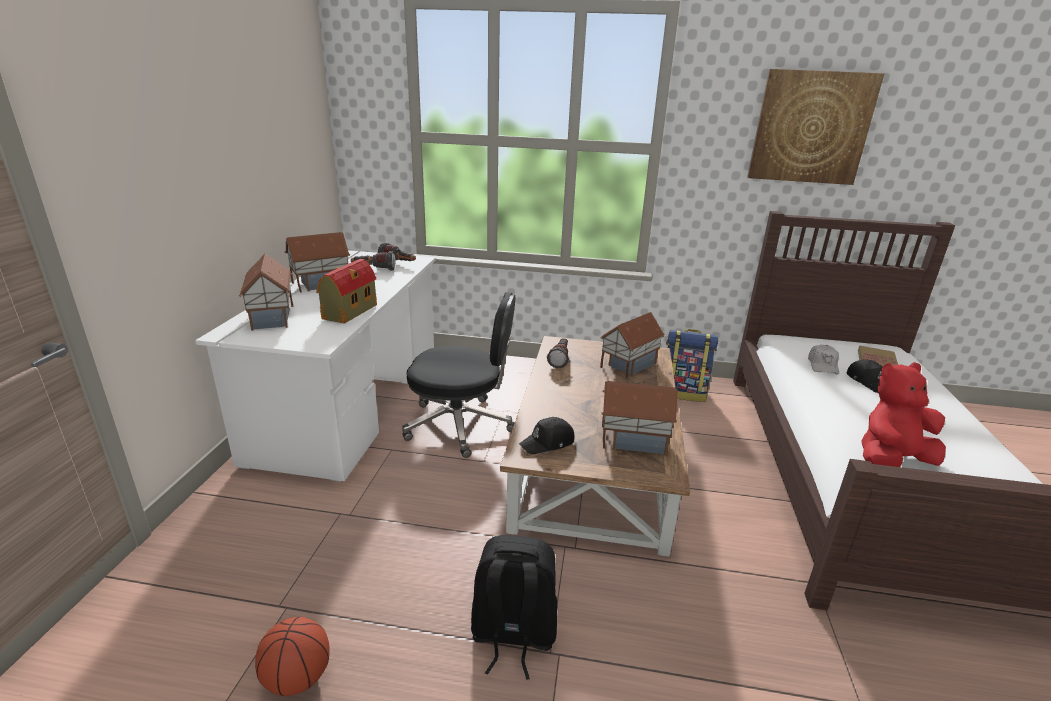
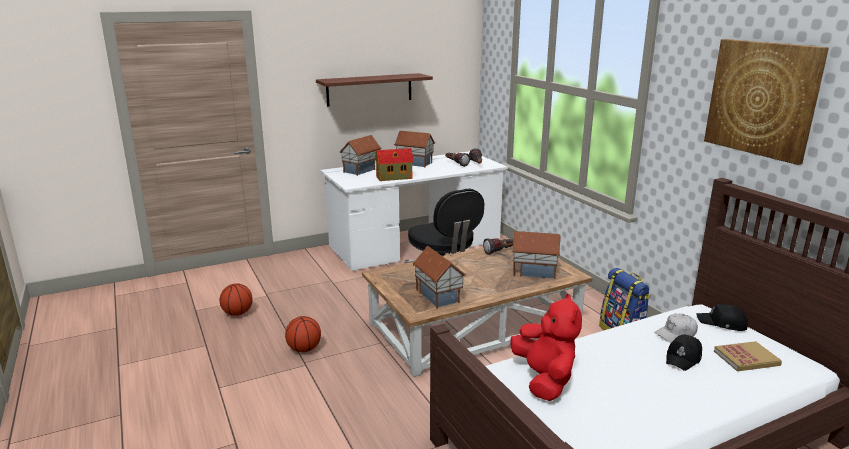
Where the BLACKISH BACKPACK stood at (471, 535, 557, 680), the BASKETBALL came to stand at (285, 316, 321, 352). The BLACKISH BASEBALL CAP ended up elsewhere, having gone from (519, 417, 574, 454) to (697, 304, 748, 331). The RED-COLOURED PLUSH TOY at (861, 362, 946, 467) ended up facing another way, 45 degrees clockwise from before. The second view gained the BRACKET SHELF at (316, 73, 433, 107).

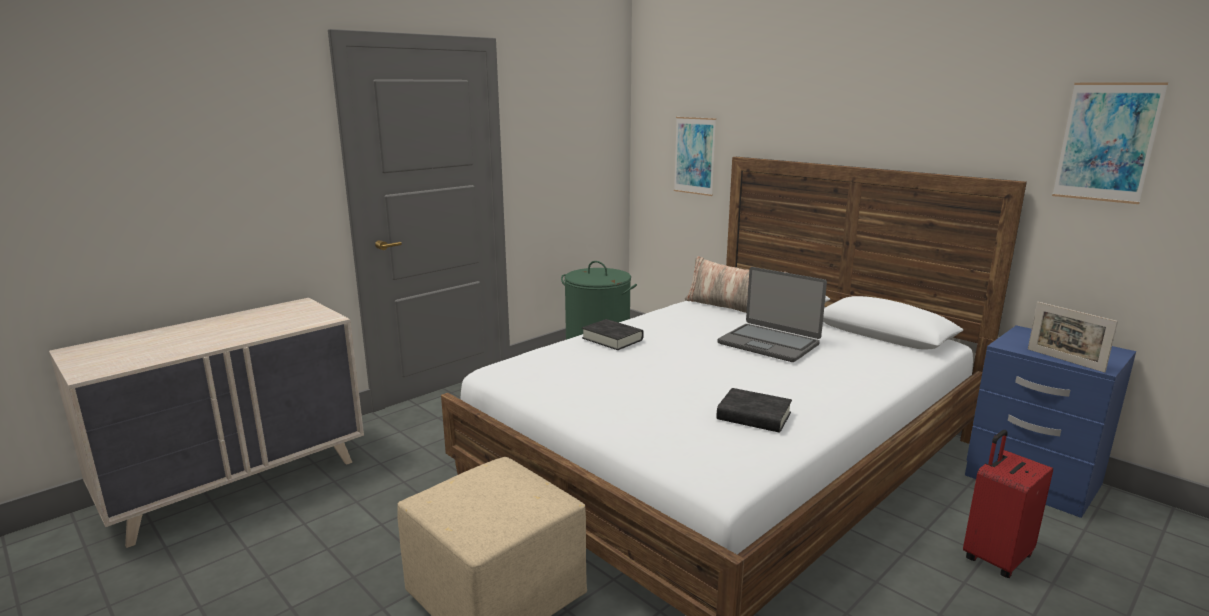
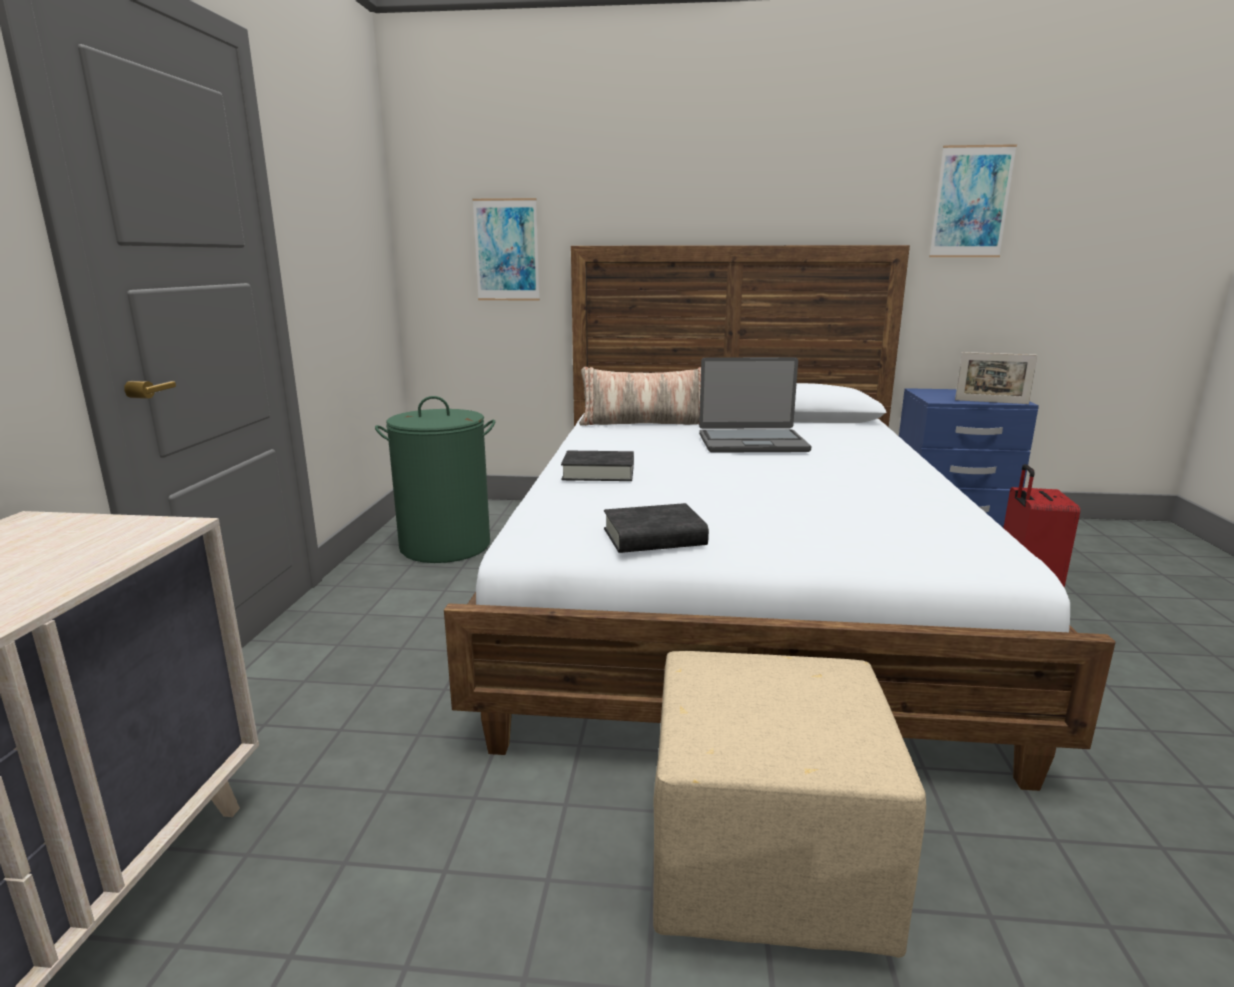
The BLACKISH BOUND BOOK ended up elsewhere, having gone from (717, 388, 792, 433) to (604, 503, 709, 553).

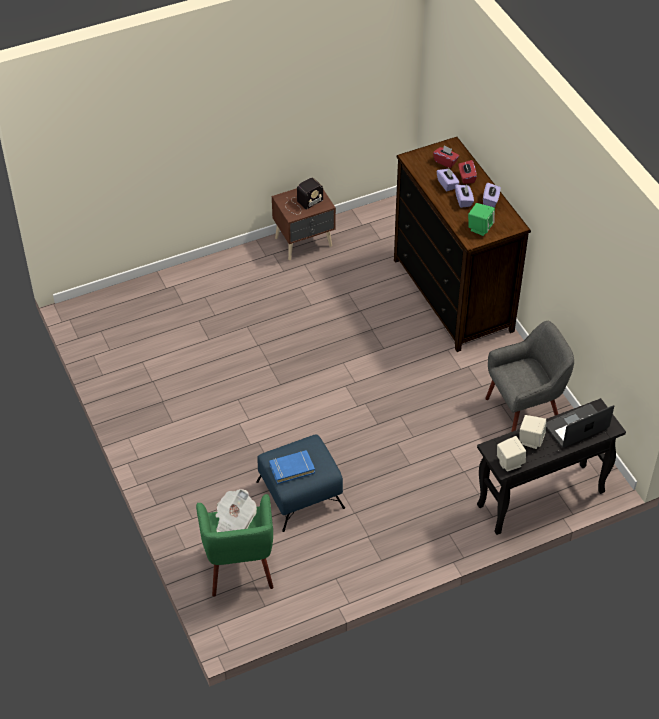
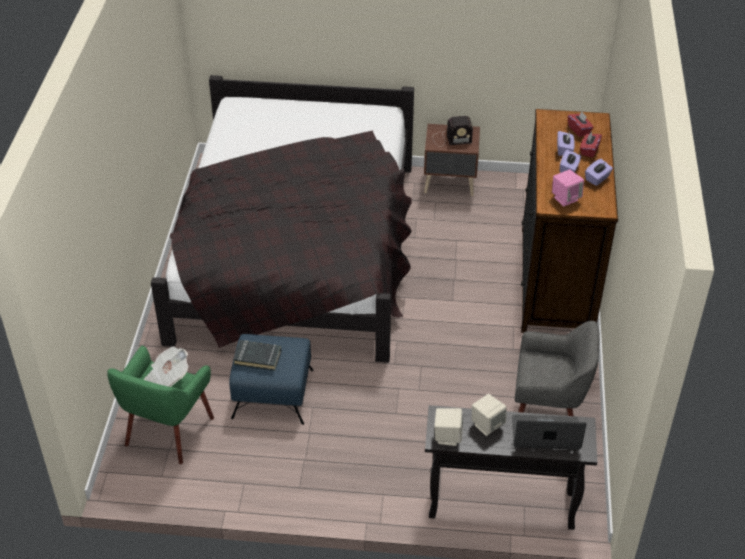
What was the BLUISH BOUND BOOK at (269, 450, 315, 484) turned into the BLACKISH BOUND BOOK at (233, 340, 282, 371). What was the GREENISH LOUDSPEAKER at (468, 203, 495, 236) turned into the PINKISH LOUDSPEAKER at (552, 169, 584, 207). The second view gained the BLACKISH BED at (151, 75, 414, 363).

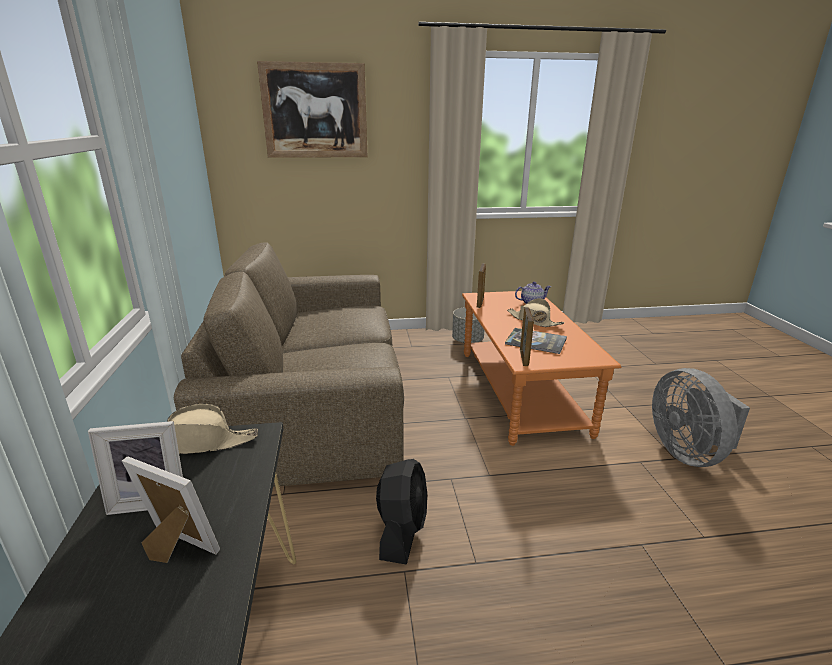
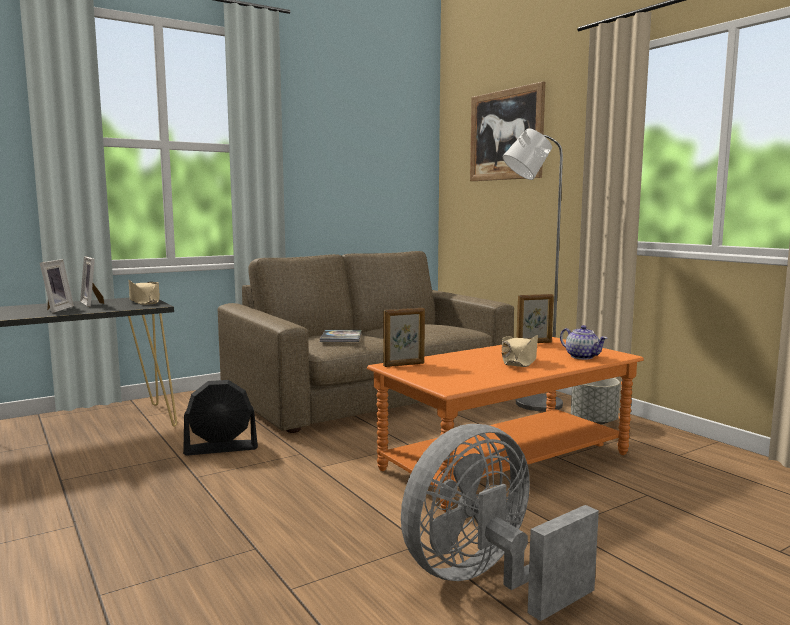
The BOUND BOOK ended up elsewhere, having gone from (505, 328, 567, 354) to (320, 330, 362, 342). The second view gained the GREY FLOOR LAMP at (503, 128, 563, 411).

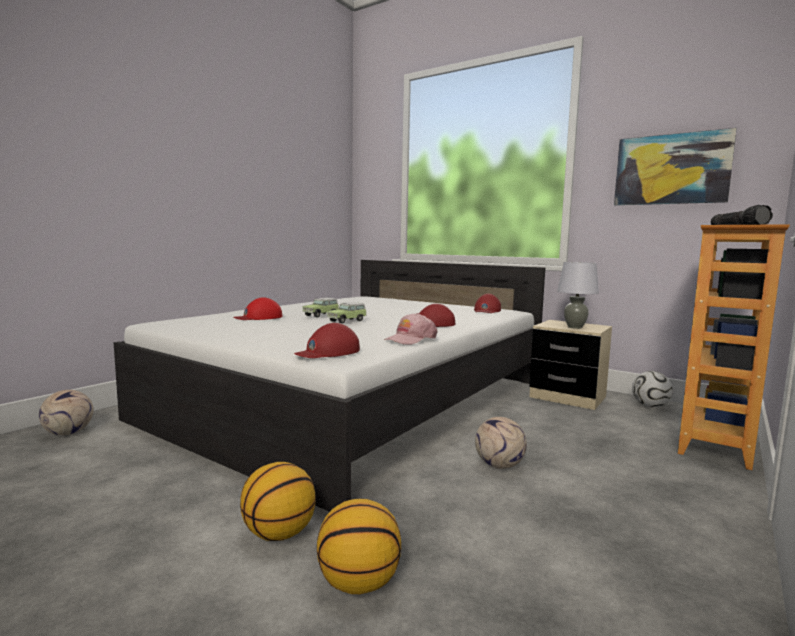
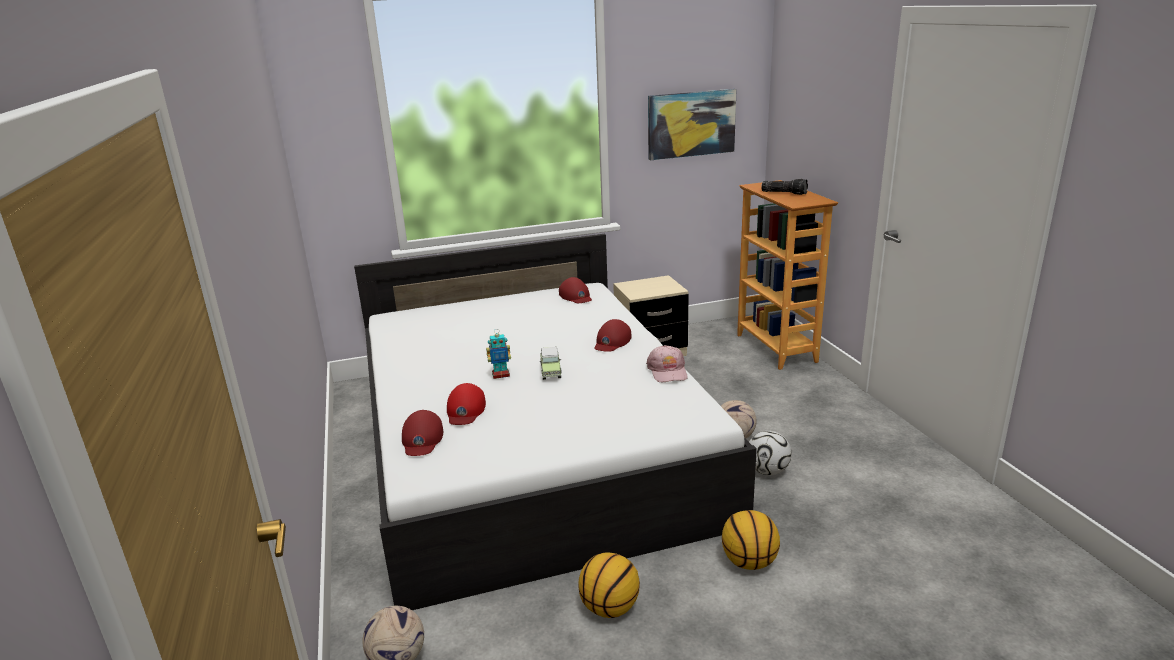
The RED-COLOURED BASEBALL CAP ended up elsewhere, having gone from (294, 323, 360, 358) to (402, 410, 443, 456). Where the MODEL CAR stood at (303, 298, 339, 317), the MODEL ROBOT came to stand at (486, 333, 511, 379). The BASKETBALL ended up elsewhere, having gone from (317, 499, 401, 594) to (578, 552, 640, 618). The second view lost the GREY TABLE LAMP at (557, 262, 599, 329). The FOOTBALL BALL ended up elsewhere, having gone from (632, 371, 673, 407) to (749, 431, 792, 475).

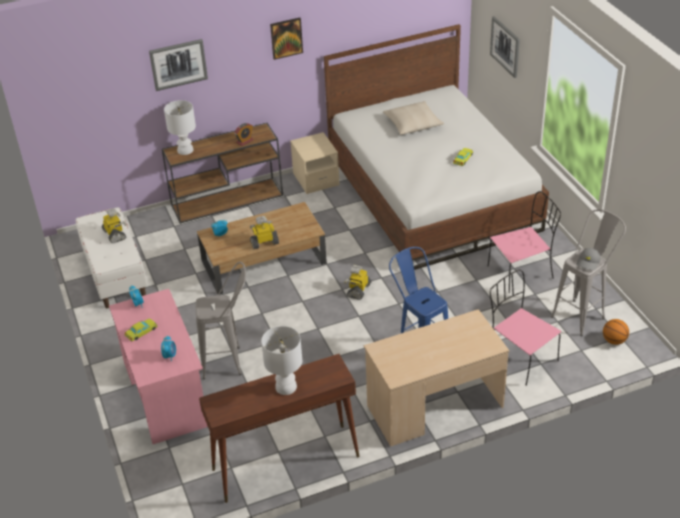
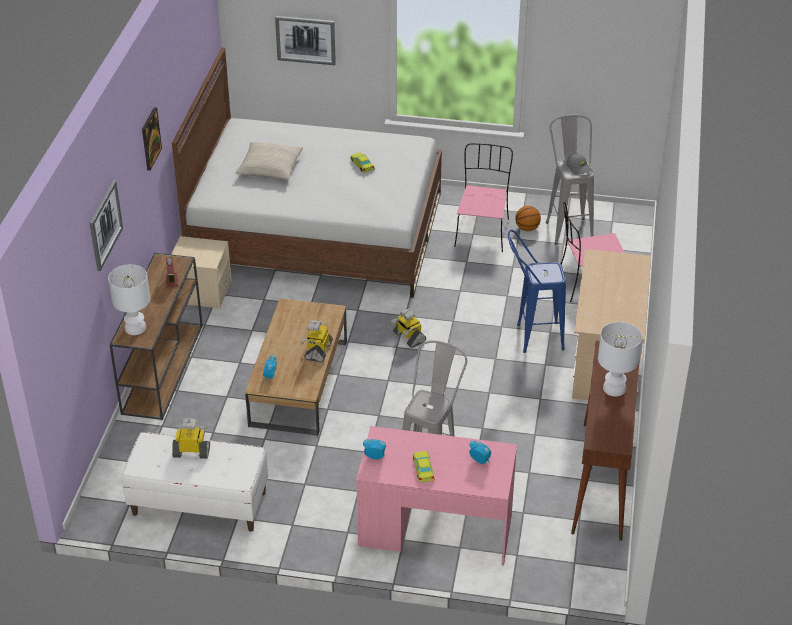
The BASKETBALL ended up elsewhere, having gone from (603, 319, 629, 345) to (515, 206, 541, 231).

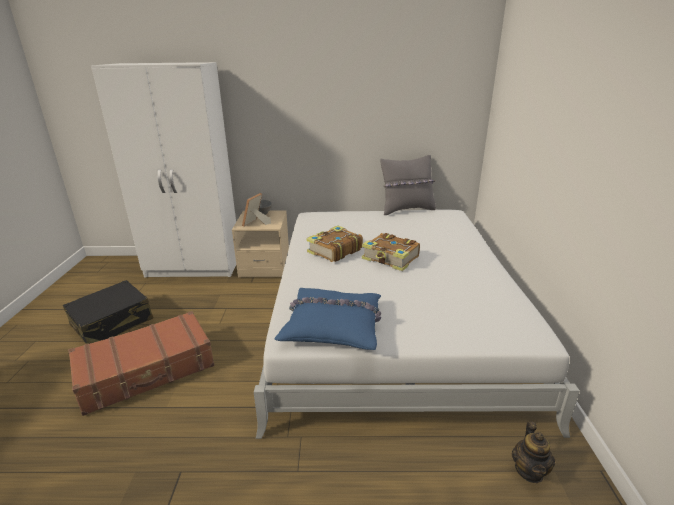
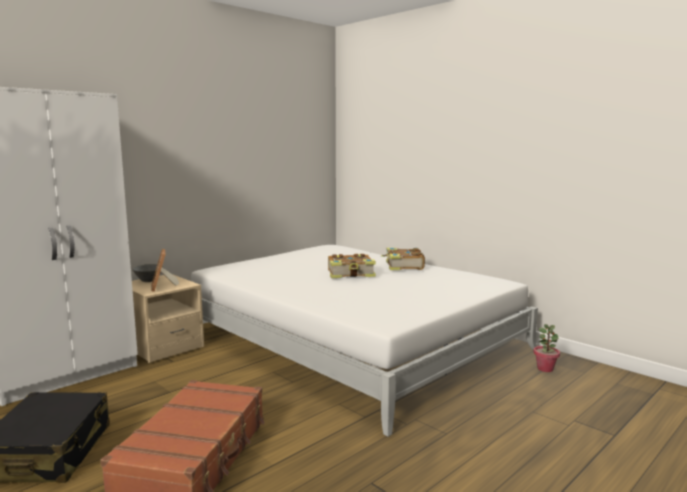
The second view lost the BLUISH THROW PILLOW at (274, 288, 381, 350). The BOUND BOOK ended up elsewhere, having gone from (306, 226, 363, 262) to (381, 248, 425, 270). The second view lost the GREY THROW PILLOW at (380, 155, 436, 215). Where the TEAPOT stood at (512, 421, 555, 483), the HOUSEPLANT came to stand at (534, 324, 560, 372).

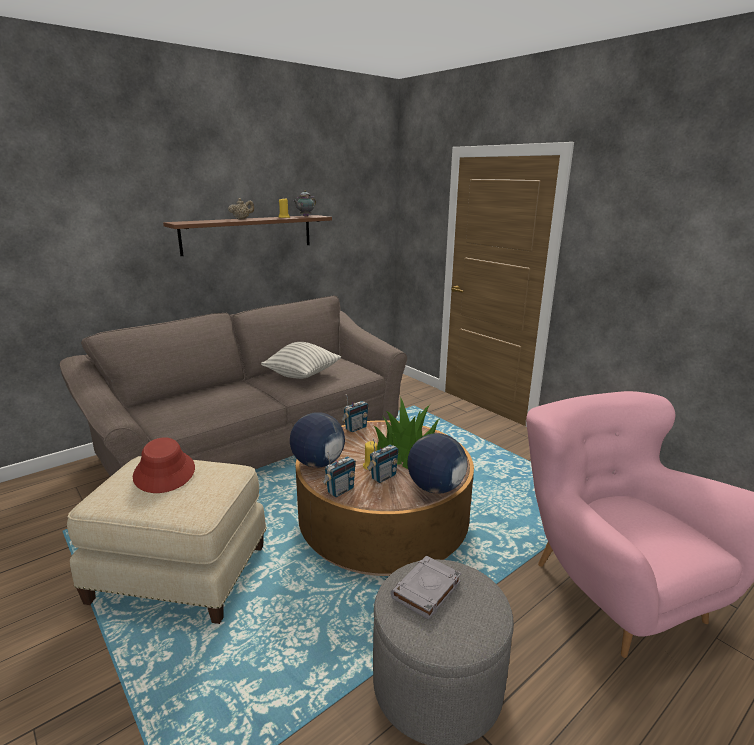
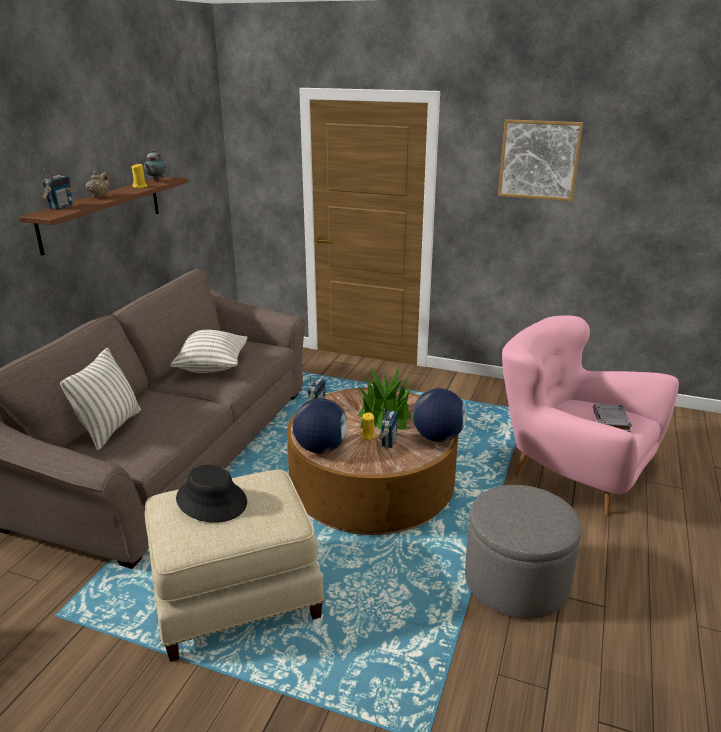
What was the RED-COLOURED WEARABLE HAT at (133, 437, 195, 493) turned into the BLACKISH WEARABLE HAT at (176, 464, 247, 523). The RADIO SET ended up elsewhere, having gone from (322, 451, 356, 497) to (41, 164, 73, 210). The GREY BOUND BOOK ended up elsewhere, having gone from (391, 556, 461, 620) to (593, 404, 632, 432). The second view gained the THROW PILLOW at (60, 348, 141, 450). The second view gained the PICTURE at (498, 119, 583, 201).

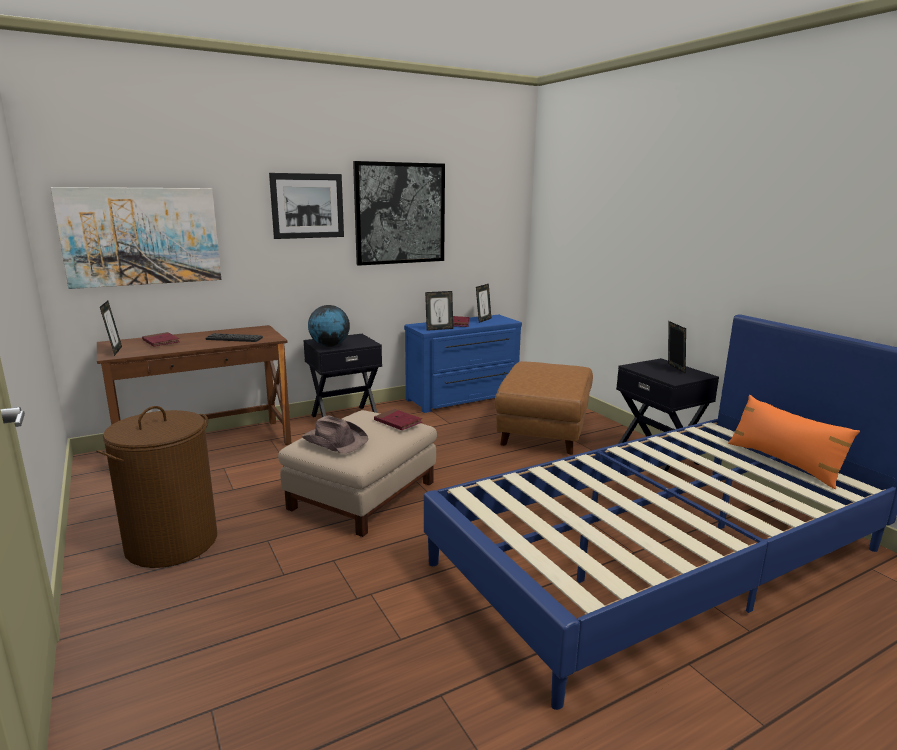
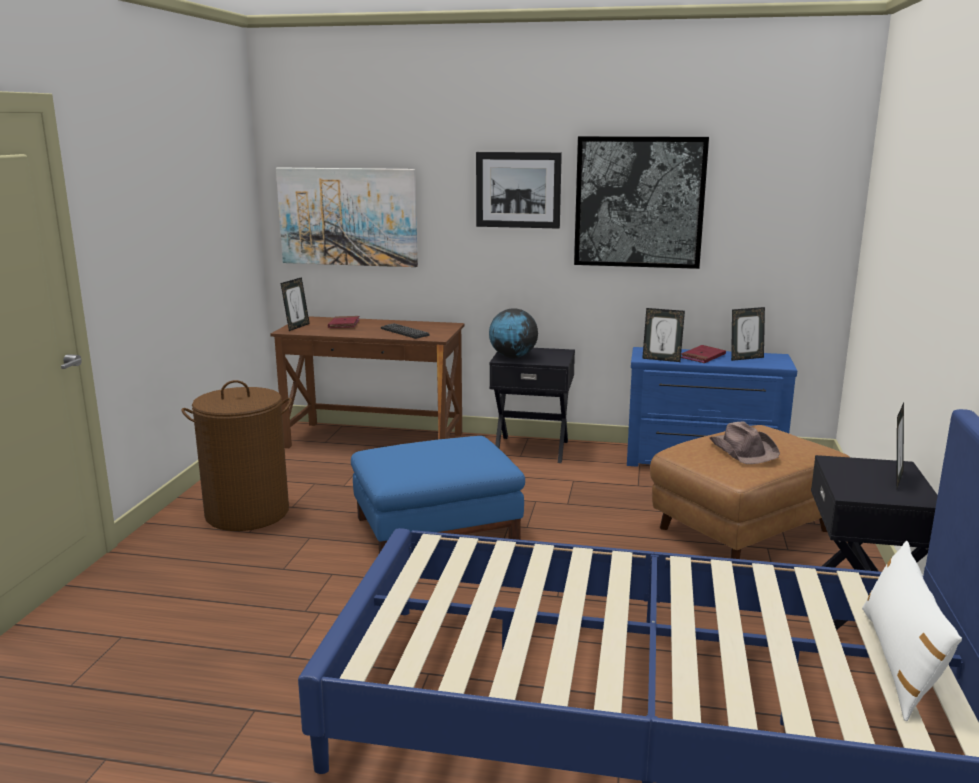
What was the BEIGE-COLOURED OTTOMAN at (278, 410, 437, 537) turned into the BLUISH OTTOMAN at (351, 436, 525, 553). The BROWNISH WEARABLE HAT ended up elsewhere, having gone from (301, 415, 368, 454) to (709, 422, 780, 464). The second view lost the RED-COLOURED BOUND BOOK at (374, 409, 422, 430). What was the ORANGEY THROW PILLOW at (728, 395, 860, 489) turned into the WHITE THROW PILLOW at (862, 541, 962, 721).

